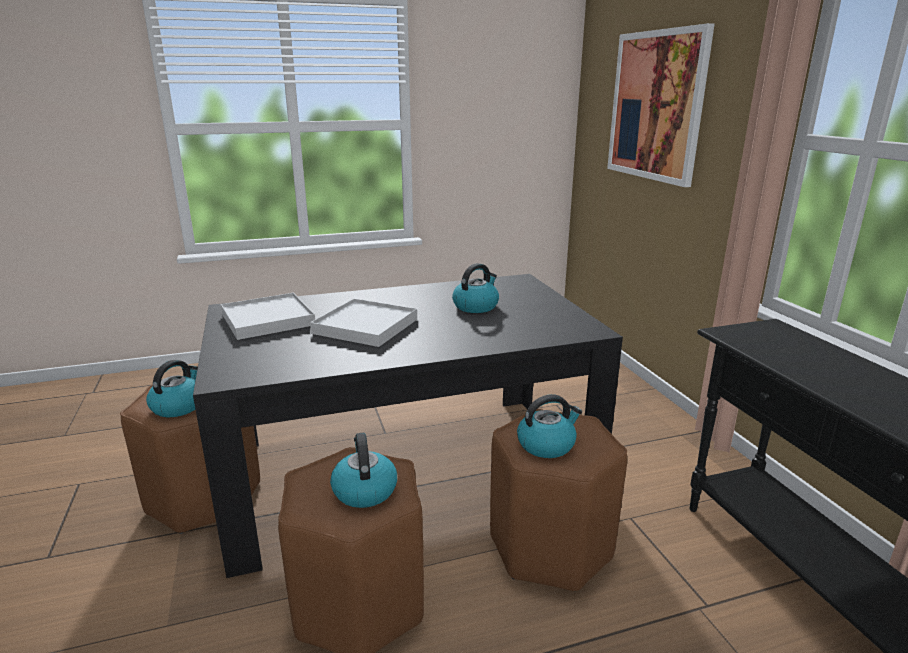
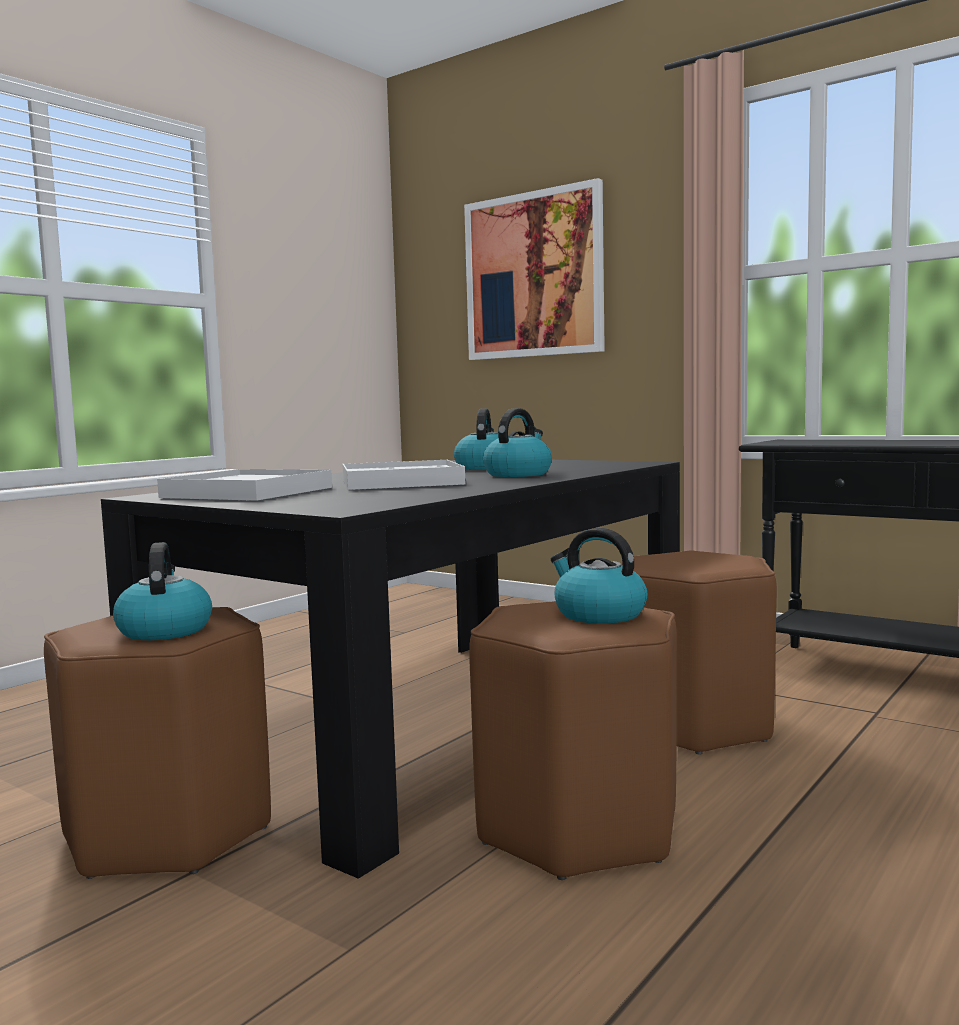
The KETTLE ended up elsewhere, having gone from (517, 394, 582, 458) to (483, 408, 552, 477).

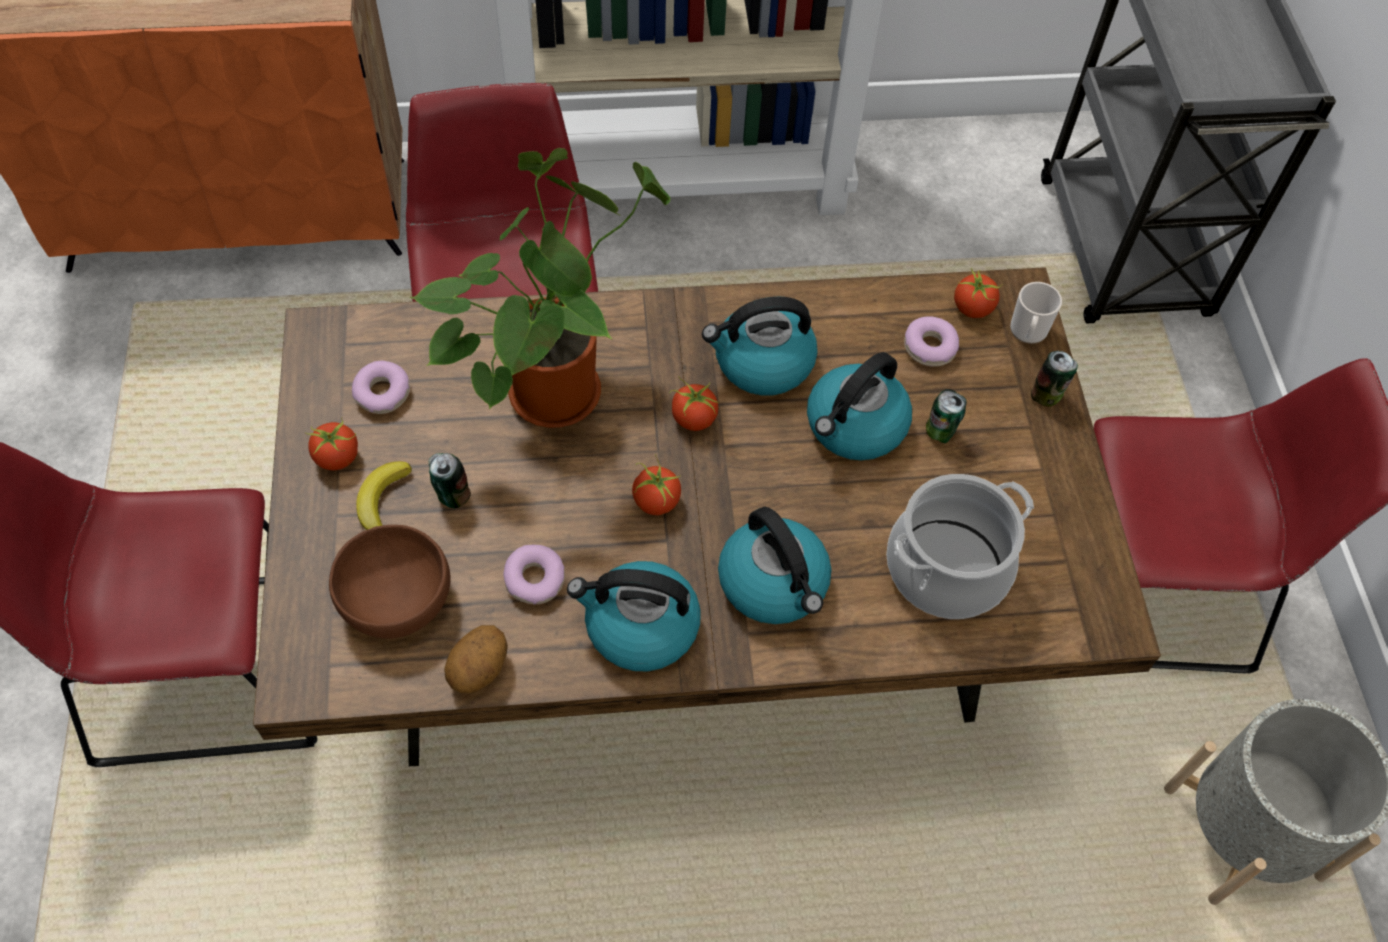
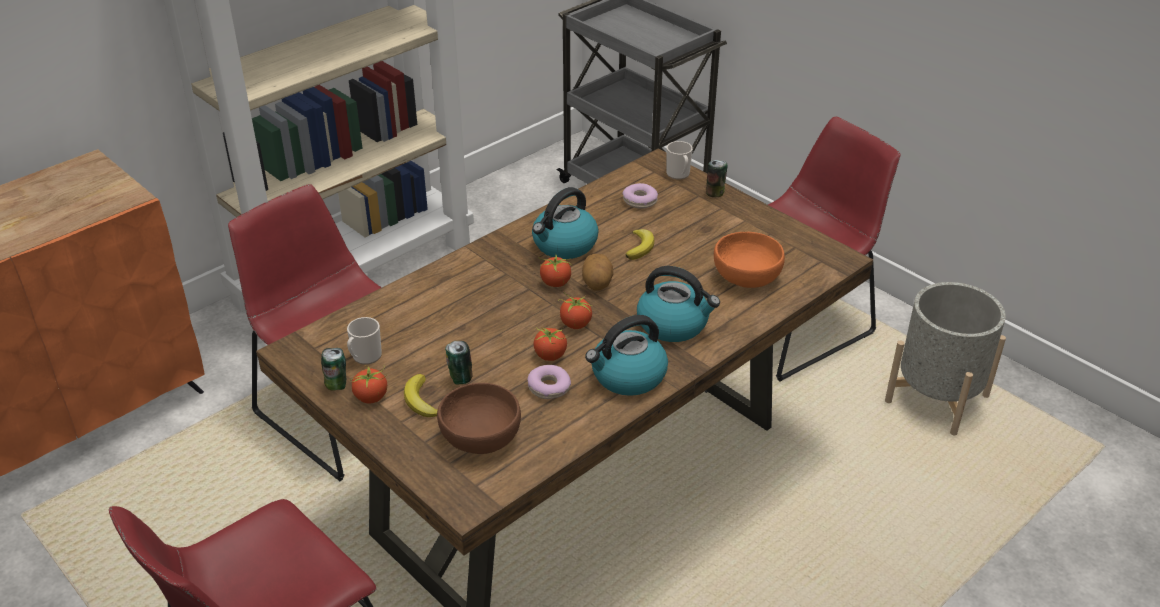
Where the DOUGHNUT stood at (352, 360, 410, 414), the MUG came to stand at (347, 317, 382, 365). The second view lost the HOUSEPLANT at (410, 148, 670, 428). The WHOLE POTATO ended up elsewhere, having gone from (444, 625, 508, 694) to (582, 254, 613, 291). Where the KETTLE stood at (807, 352, 912, 460), the WHOLE BANANA came to stand at (625, 229, 654, 260). Where the STOCKPOT stood at (886, 474, 1034, 619), the ORANGEY SERVING BOWL came to stand at (714, 232, 785, 288). The SEALED CAN ended up elsewhere, having gone from (926, 389, 967, 443) to (321, 348, 346, 391). The WHOLE TOMATO ended up elsewhere, having gone from (954, 268, 1002, 318) to (534, 327, 567, 361).

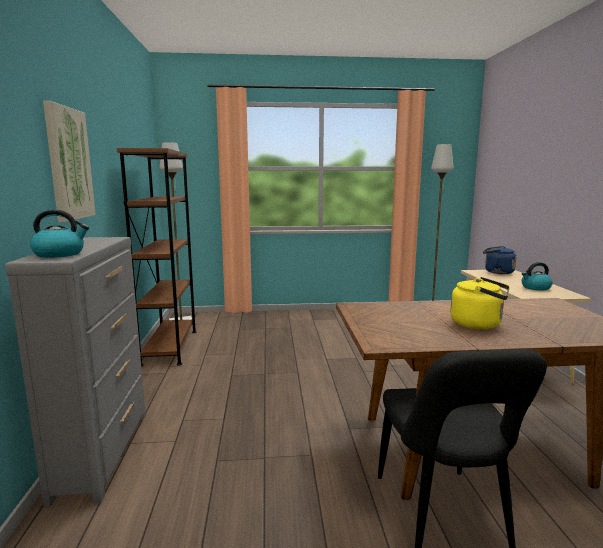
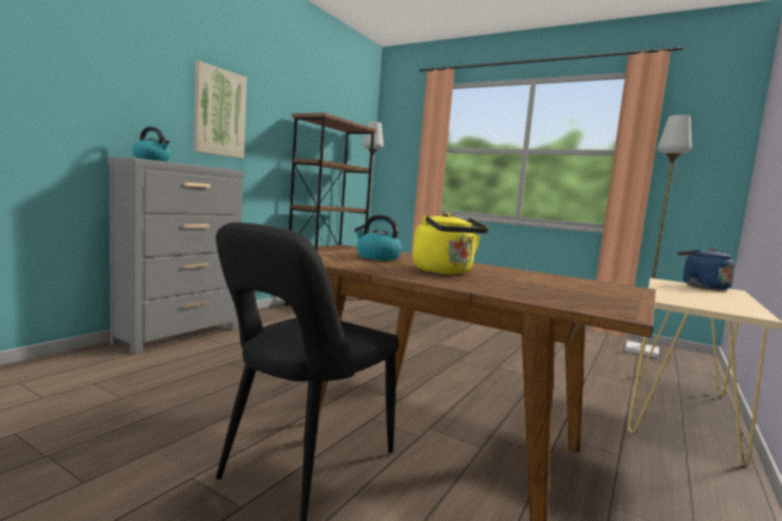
The KETTLE ended up elsewhere, having gone from (522, 262, 553, 291) to (354, 215, 402, 261).

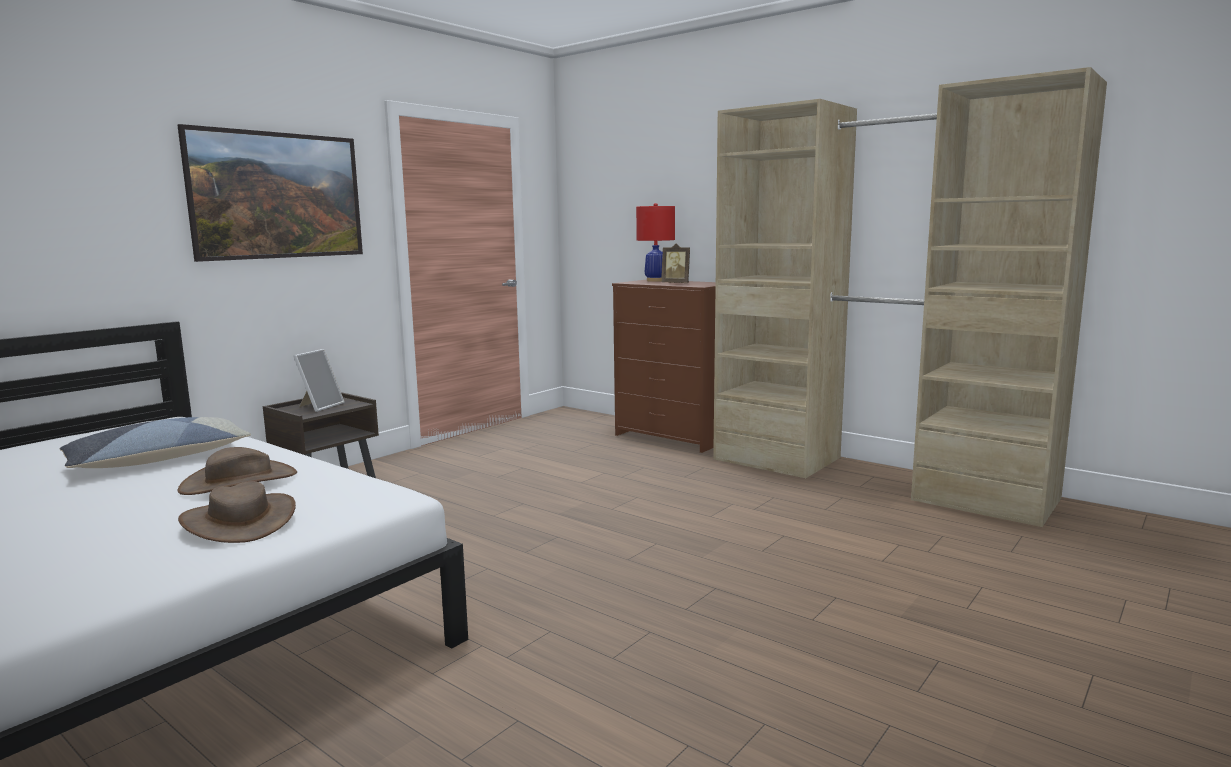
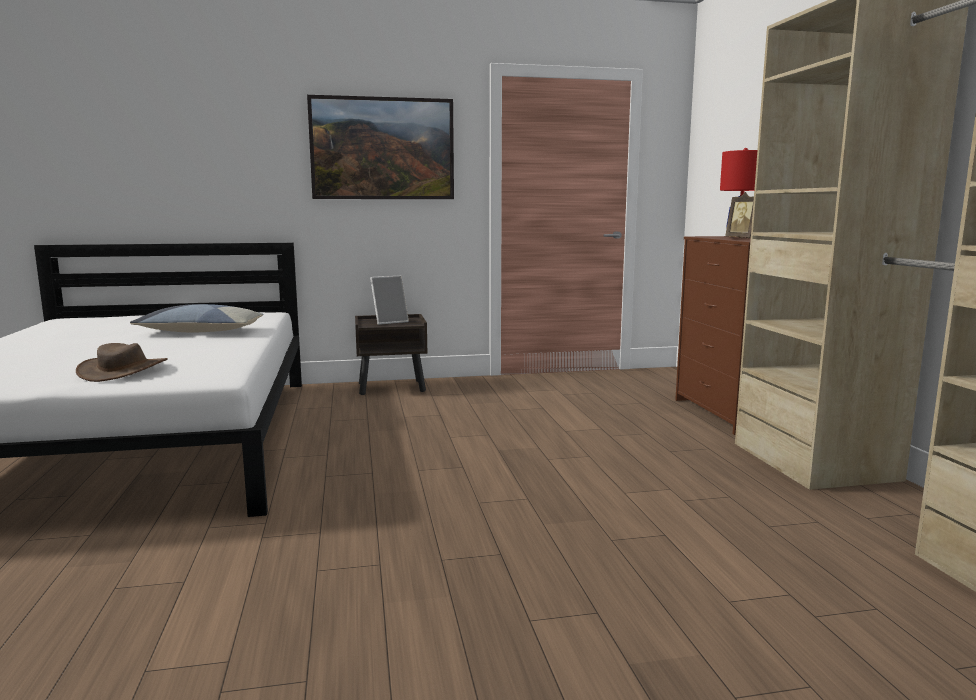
The second view lost the BROWNISH WEARABLE HAT at (178, 447, 297, 495).

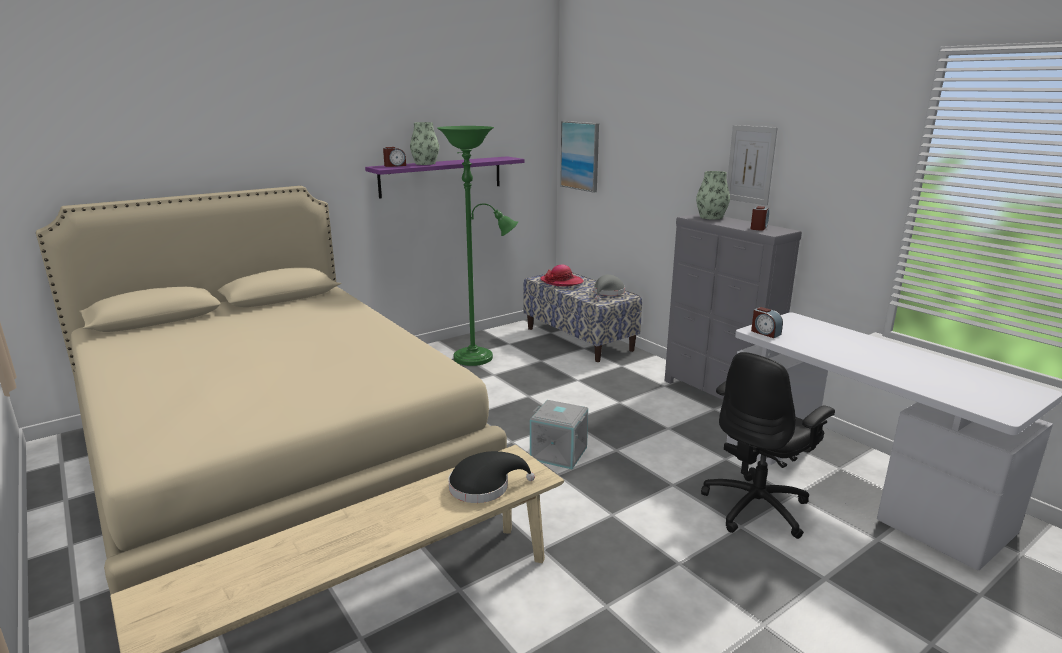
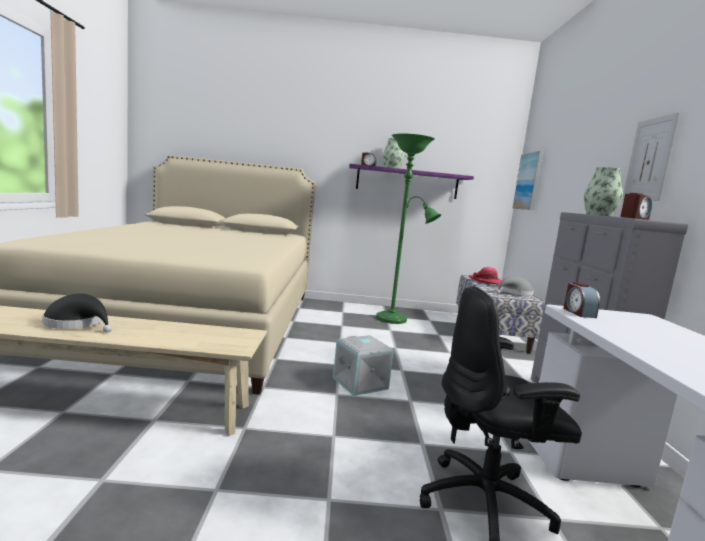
The BLACKISH WEARABLE HAT ended up elsewhere, having gone from (448, 451, 535, 503) to (43, 294, 112, 333).

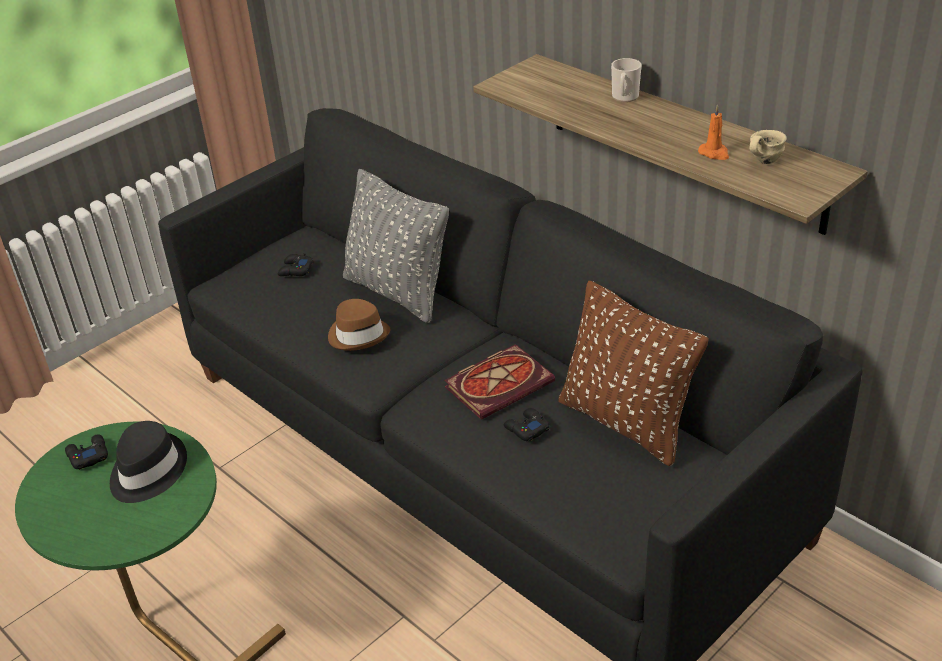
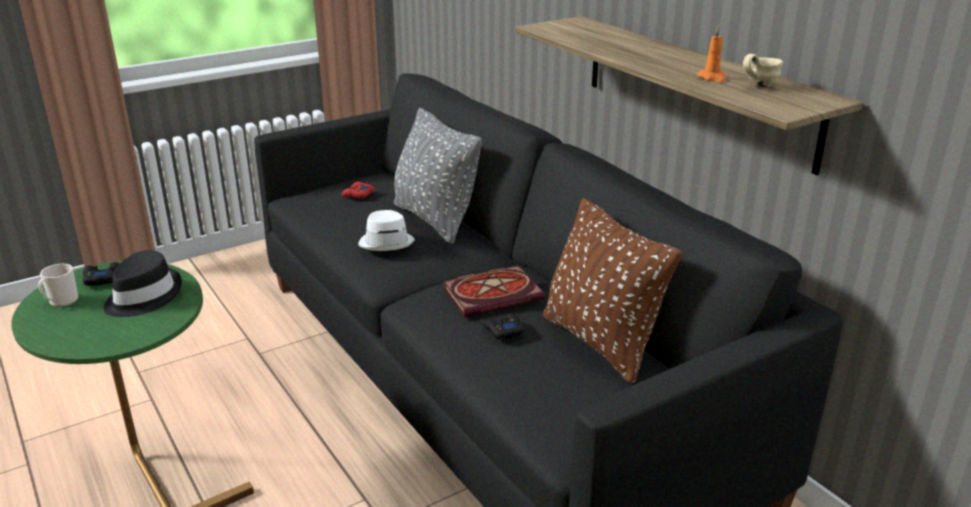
What was the BLACKISH JOYPAD at (278, 253, 314, 276) turned into the RED-COLOURED JOYPAD at (341, 181, 374, 199). What was the BROWNISH WEARABLE HAT at (328, 299, 391, 351) turned into the WHITE WEARABLE HAT at (358, 210, 415, 251). The MUG ended up elsewhere, having gone from (611, 58, 642, 102) to (38, 264, 78, 307).

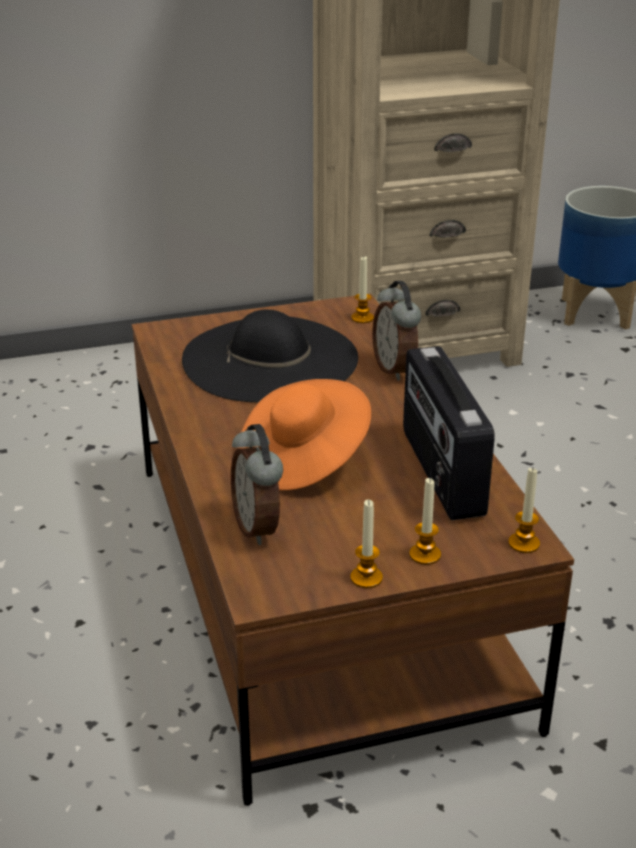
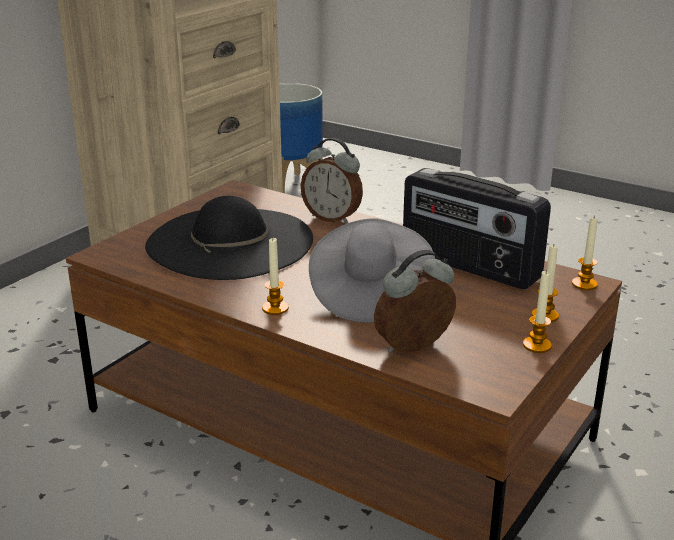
The ALARM CLOCK at (231, 424, 283, 545) ended up facing another way, 120 degrees clockwise from before. What was the ORANGEY WEARABLE HAT at (237, 379, 371, 490) turned into the GREY WEARABLE HAT at (309, 218, 435, 323). The CANDLE ended up elsewhere, having gone from (351, 257, 374, 323) to (262, 238, 289, 315).

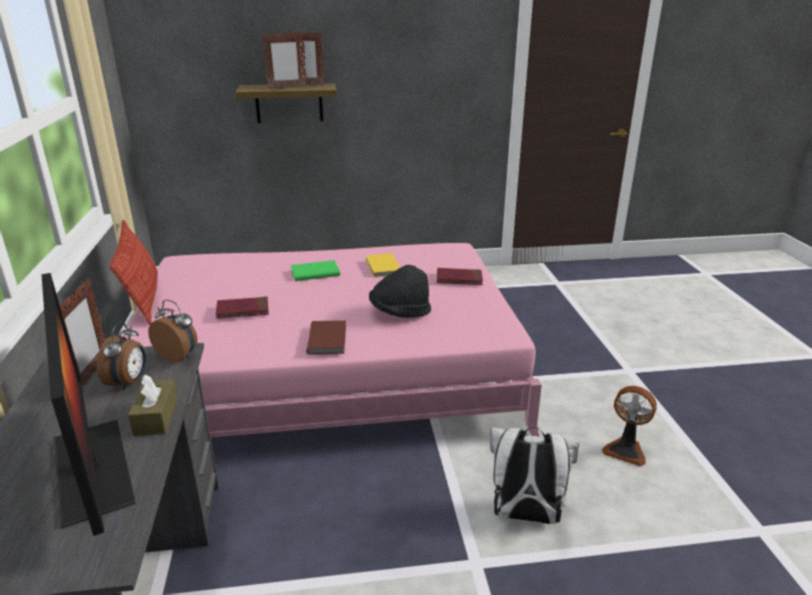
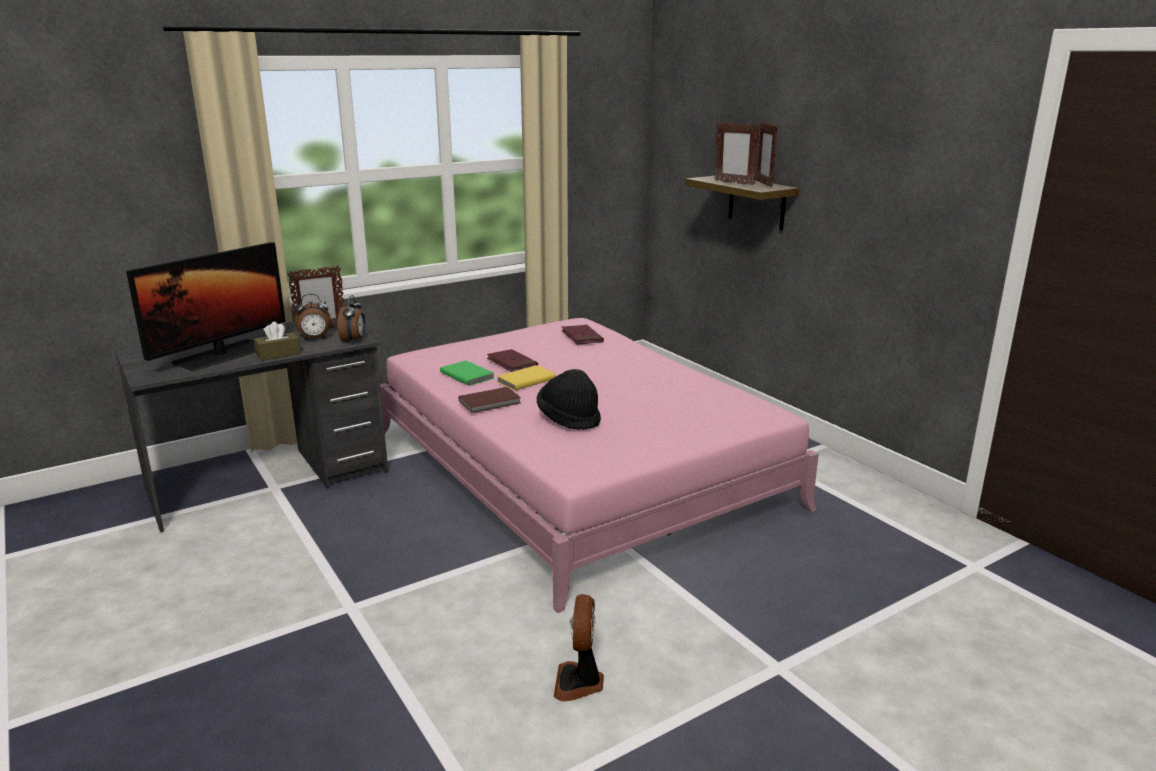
The second view lost the THROW PILLOW at (109, 220, 158, 325). The GREENISH BOUND BOOK ended up elsewhere, having gone from (291, 260, 340, 281) to (440, 360, 494, 386). The YELLOWISH BOUND BOOK ended up elsewhere, having gone from (366, 253, 400, 278) to (497, 365, 556, 391). The RED-COLOURED BOUND BOOK ended up elsewhere, having gone from (437, 268, 483, 285) to (561, 325, 604, 345). The second view lost the WHITE BACKPACK at (490, 427, 580, 524).

